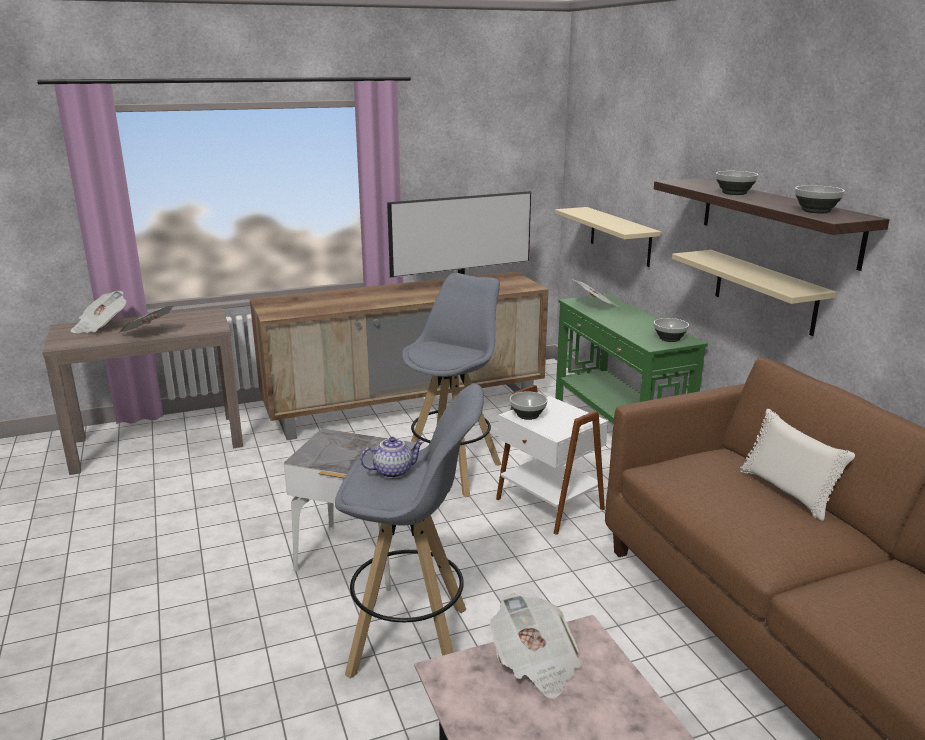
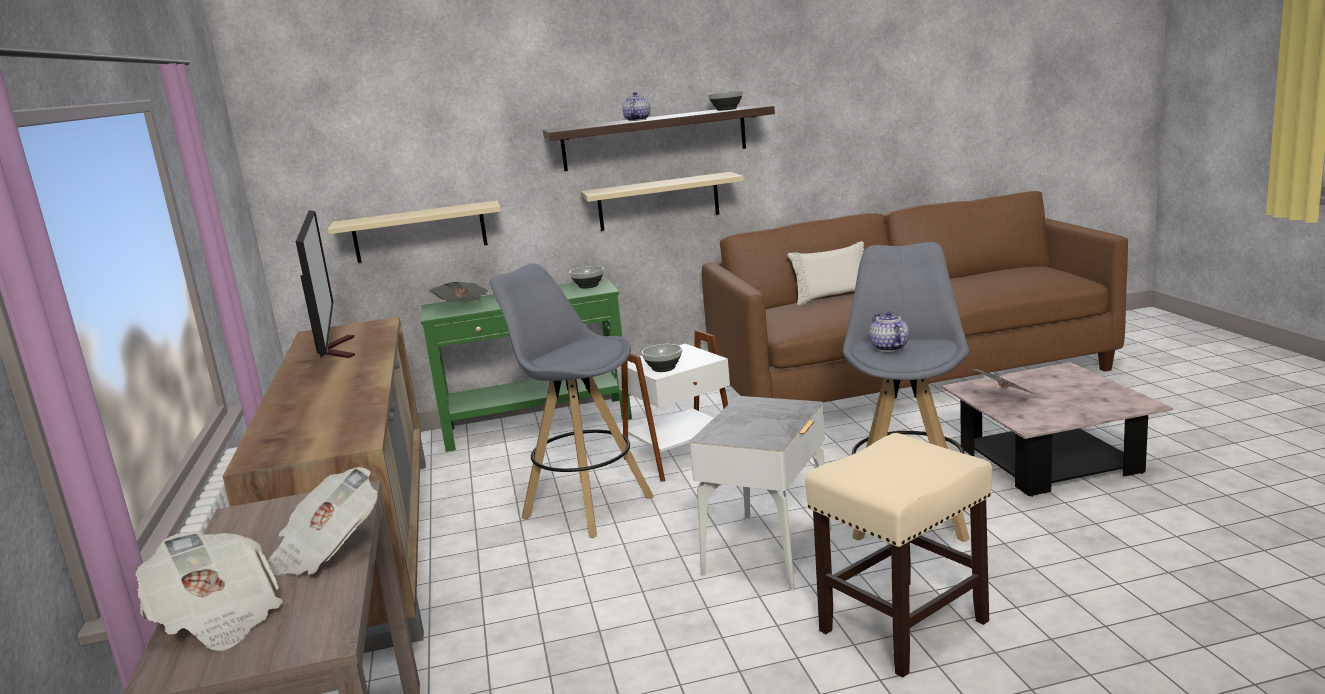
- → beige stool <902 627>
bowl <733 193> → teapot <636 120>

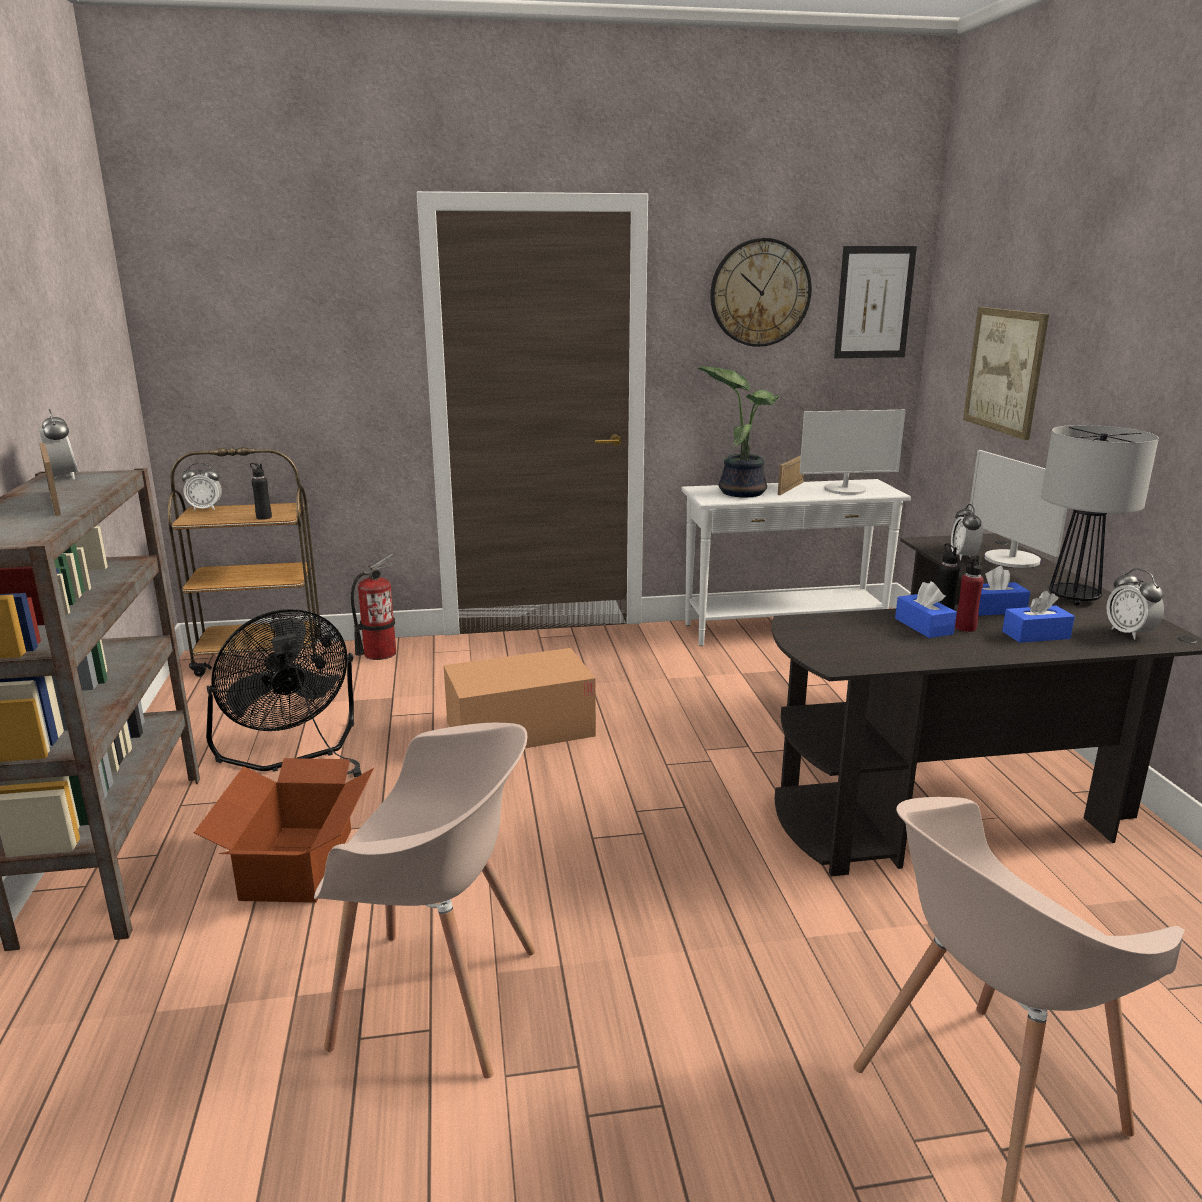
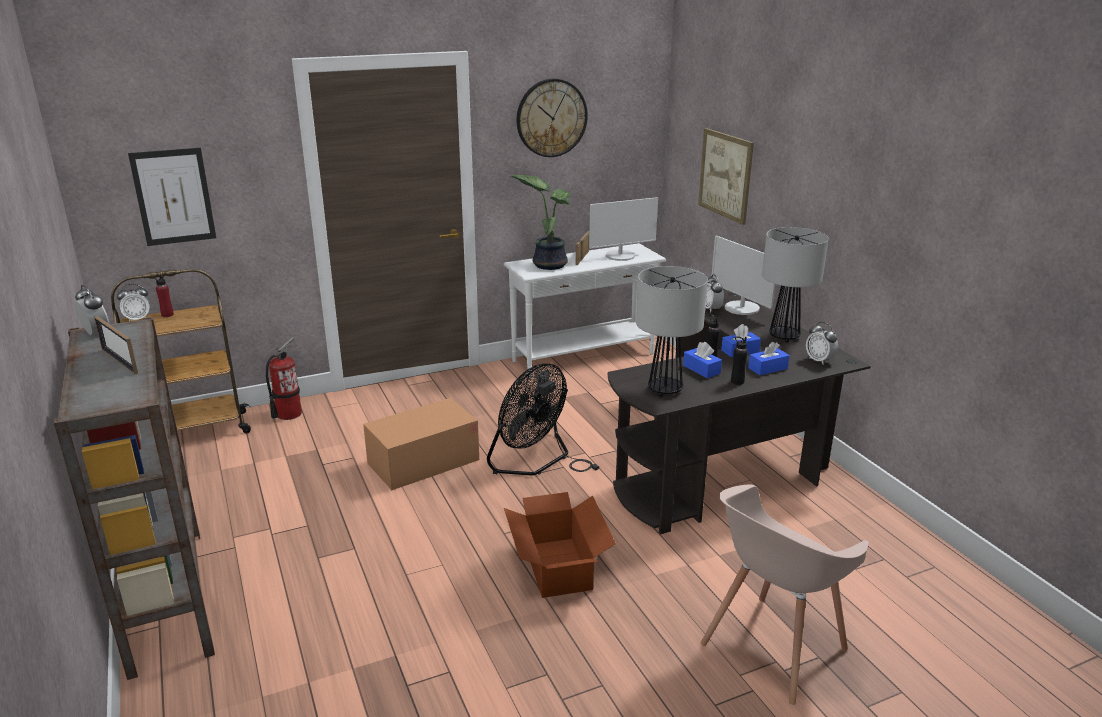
beige chair <439 1000> → -
- → table lamp <665 390>
cardboard box <296 864> → cardboard box <557 568>, move
black fan <301 752> → black fan <543 459>, move
black bottle <264 517> → black bottle <737 381>, move
picture <874 302> → picture <173 196>, move
red bottle <965 628> → red bottle <167 315>, move

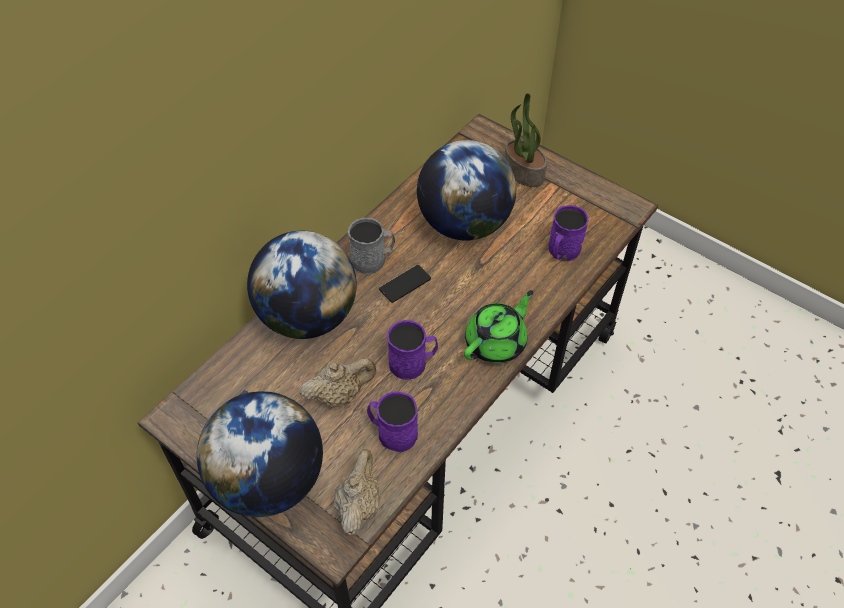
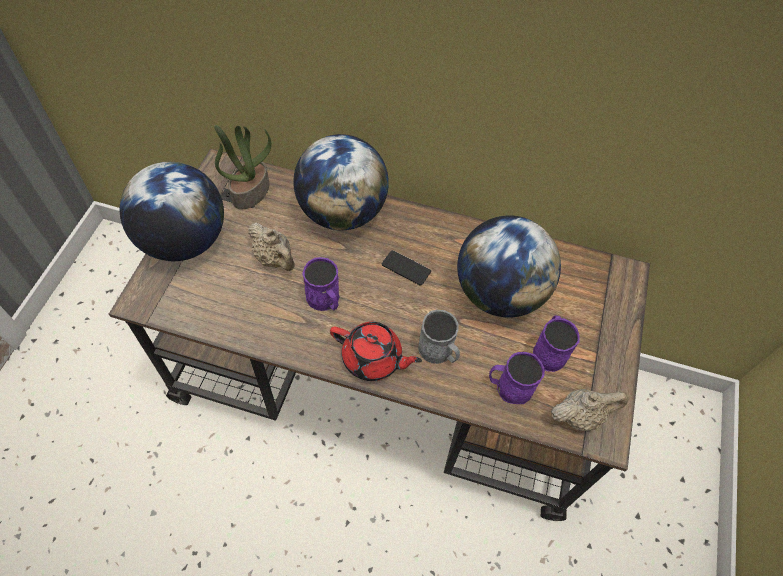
beige teapot <358 505> → beige teapot <580 416>, move
grey mug <373 259> → grey mug <439 351>, move
purple mug <392 432> → purple mug <549 350>, move
potted plant <522 172> → potted plant <250 191>, move
green teapot <496 342> → red teapot <373 359>

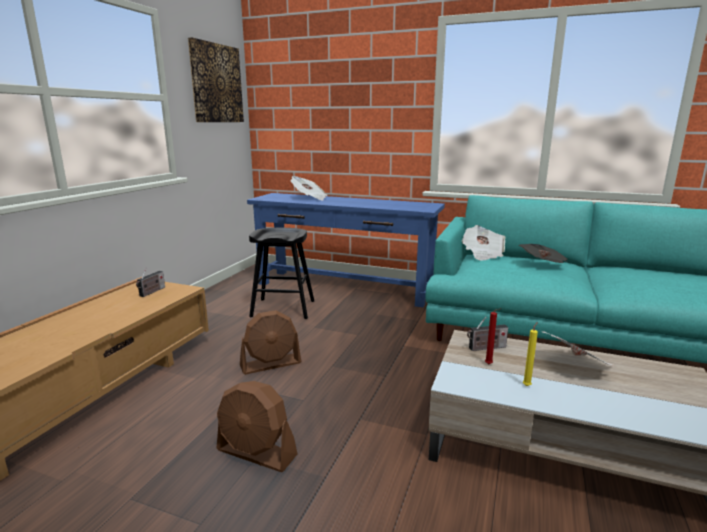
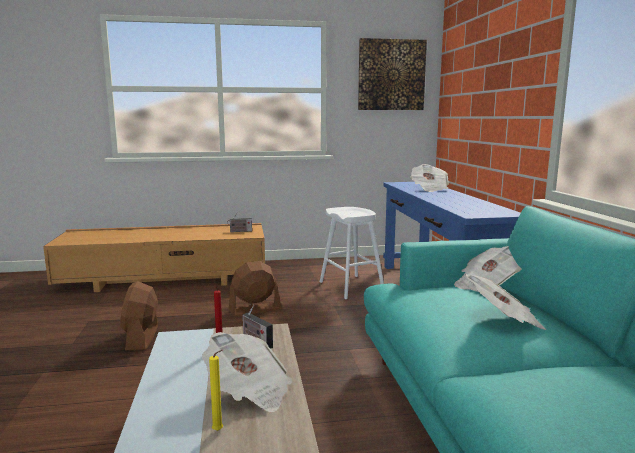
yellow candle <527 385> → yellow candle <219 431>, move
black stool <283 309> → white stool <351 286>
brown fan <271 364> → brown fan <254 309>, 120 degrees clockwise

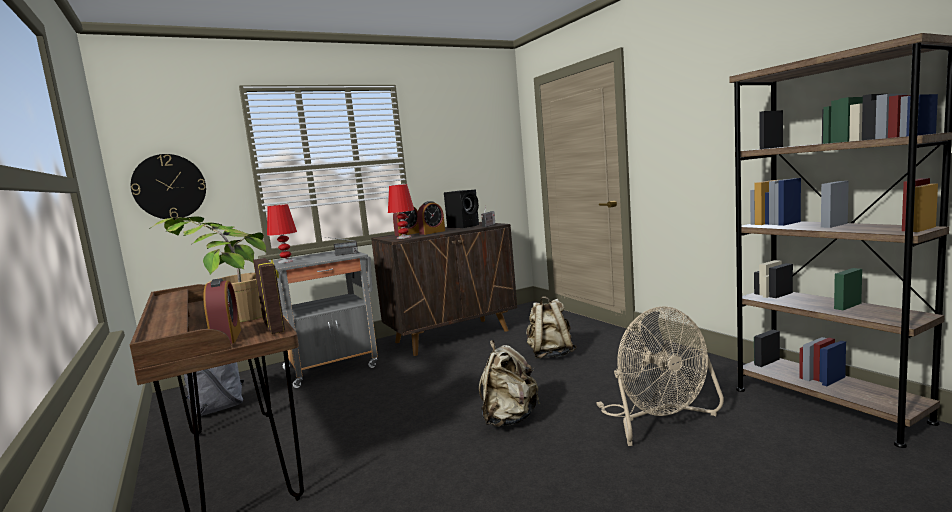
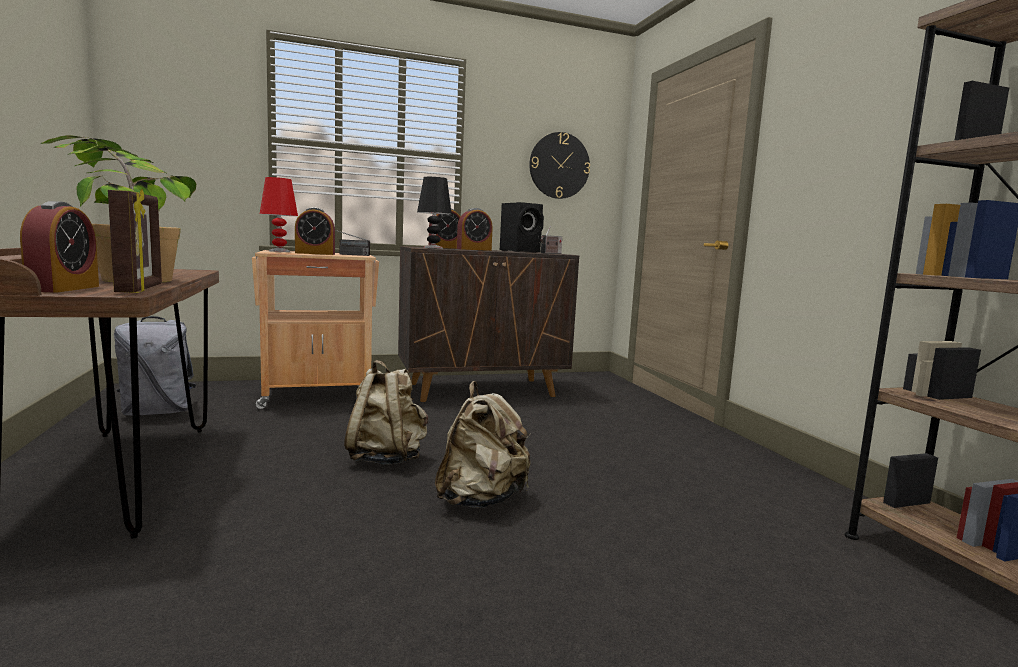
beige fan <654 421> → -
- → alarm clock <315 253>
wall clock <169 187> → wall clock <559 165>, move
beige backpack <550 354> → beige backpack <387 458>, move
grey cart <332 367> → brown cart <318 395>
red table lamp <404 237> → black table lamp <433 248>

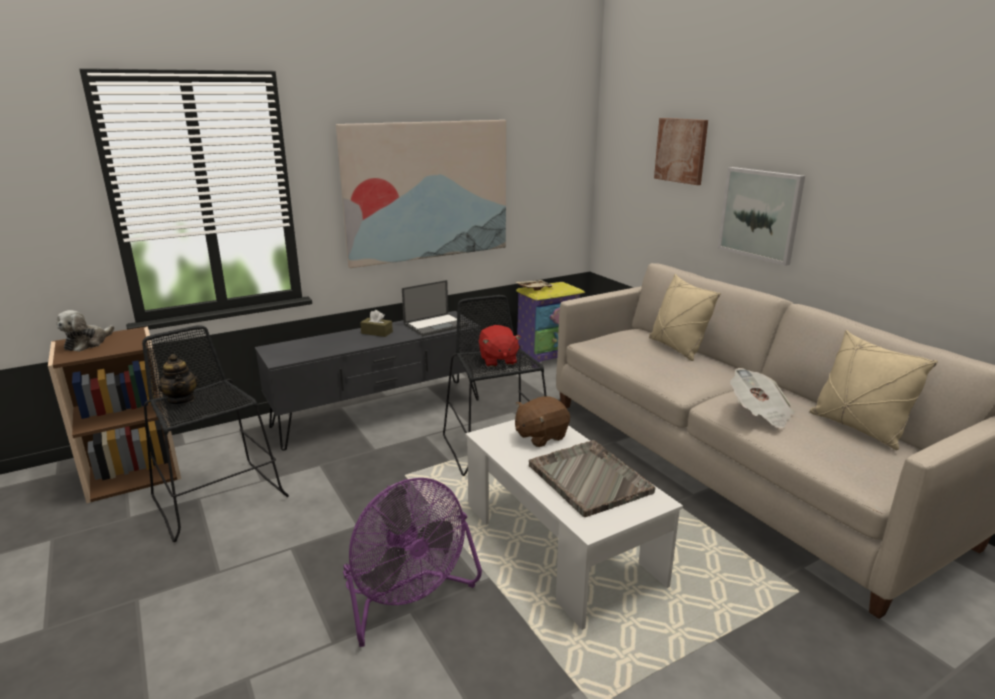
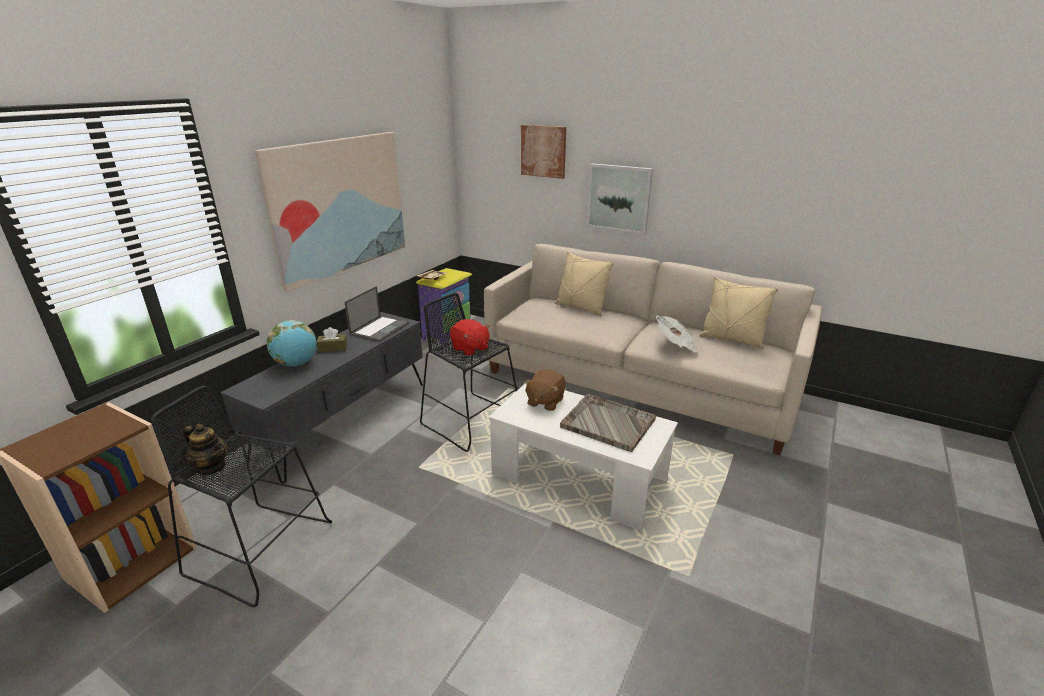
plush toy <87 343> → -
purple fan <402 600> → -
- → globe <296 364>

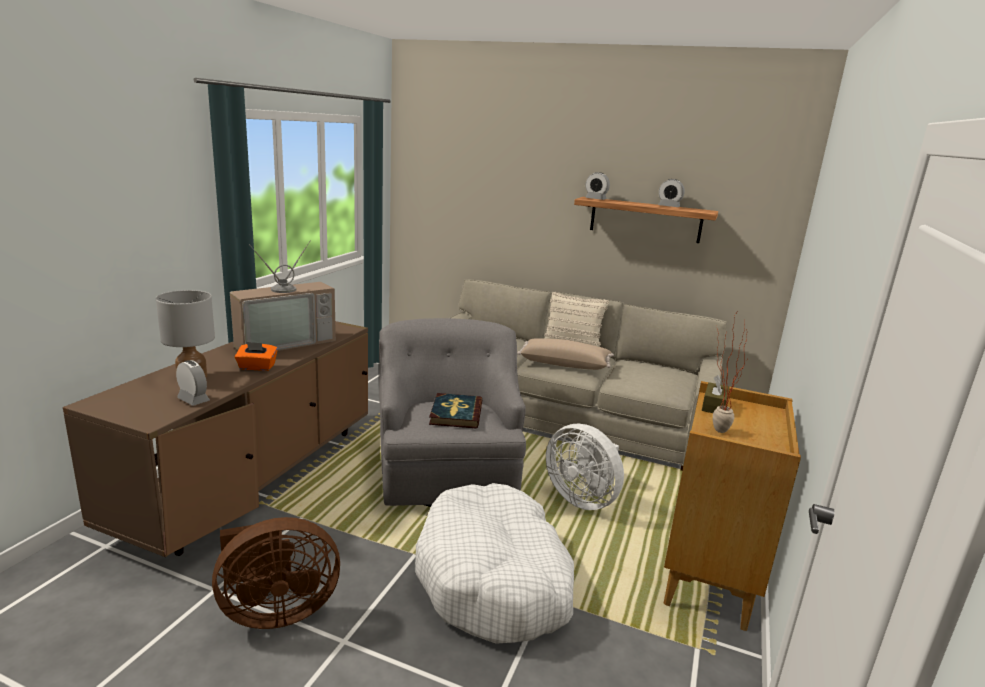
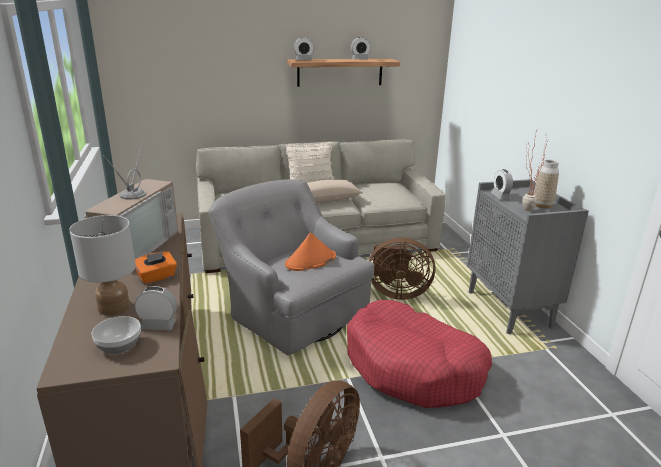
- → bowl <118 346>
- → vase <542 206>
book <455 413> → orange hat <310 261>
brown tissue box <714 406> → alarm clock <500 196>
white dog bed <494 579> → red dog bed <413 367>
white fan <582 498> → brown fan <396 293>
brown cabinet <708 579> → grey cabinet <509 309>

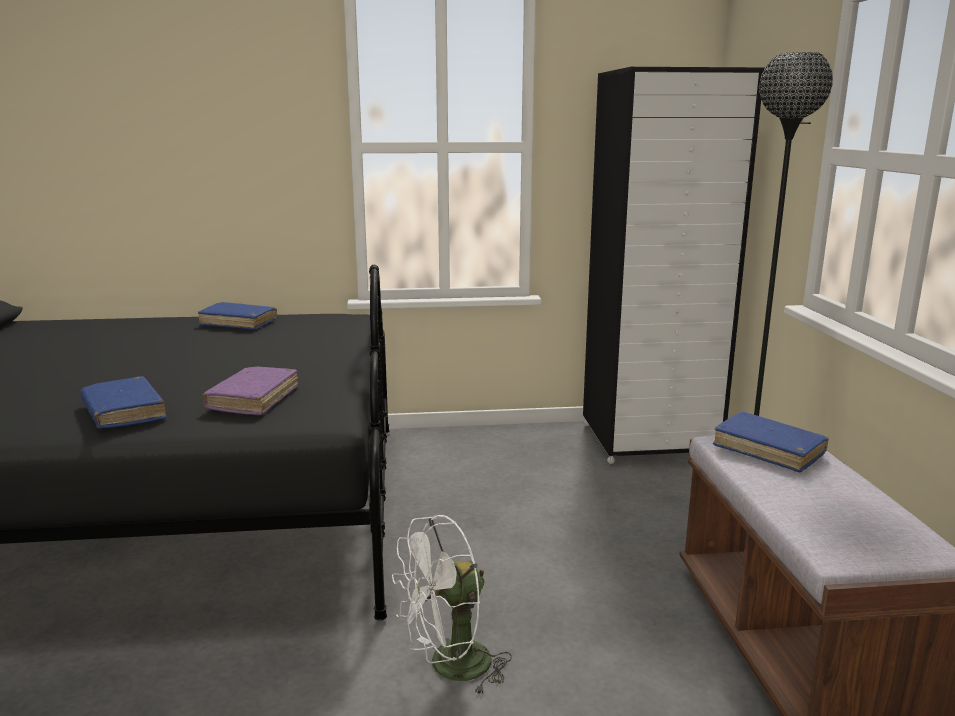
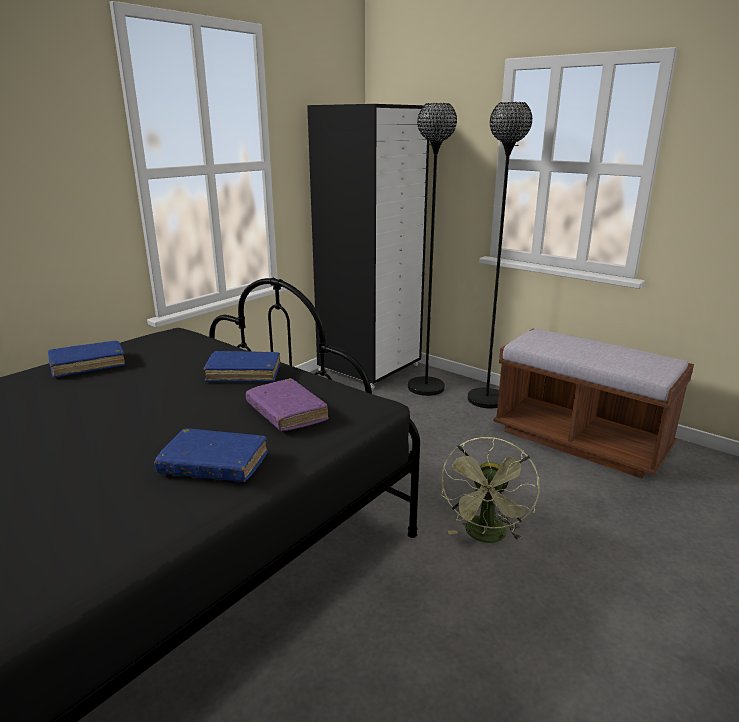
- → black floor lamp <426 388>
blue book <768 451> → blue book <244 373>, move
white fan <449 668> → green fan <486 537>

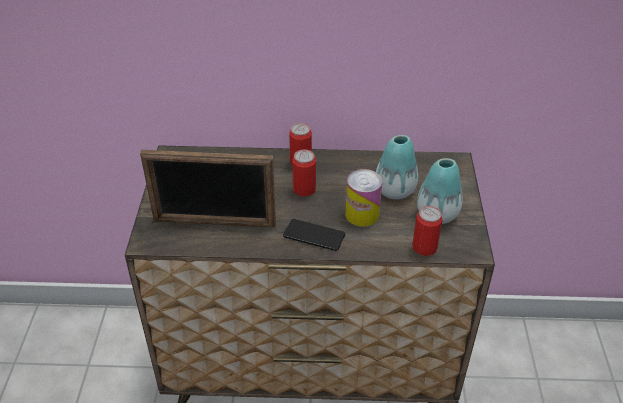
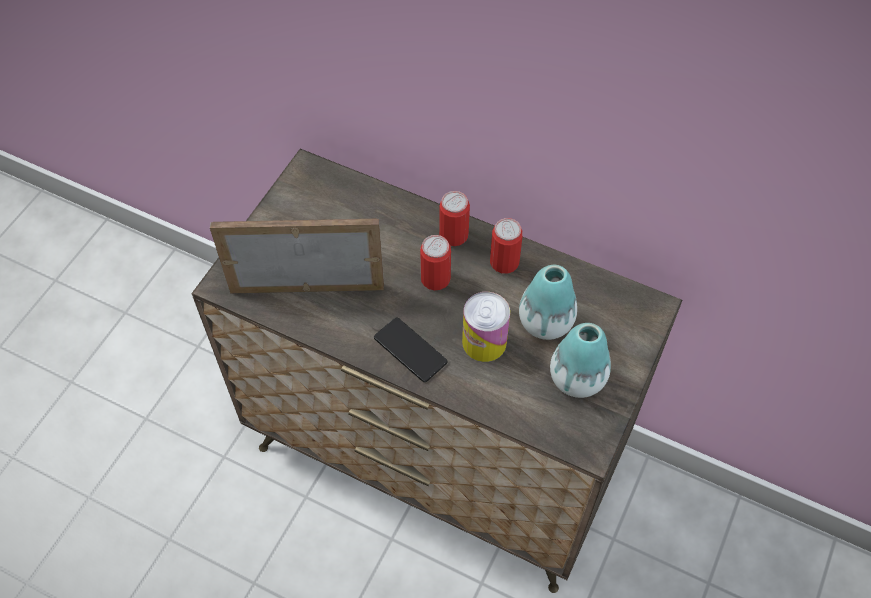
can <424 247> → can <504 262>, move
picture frame <214 223> → picture frame <307 288>, 150 degrees clockwise

